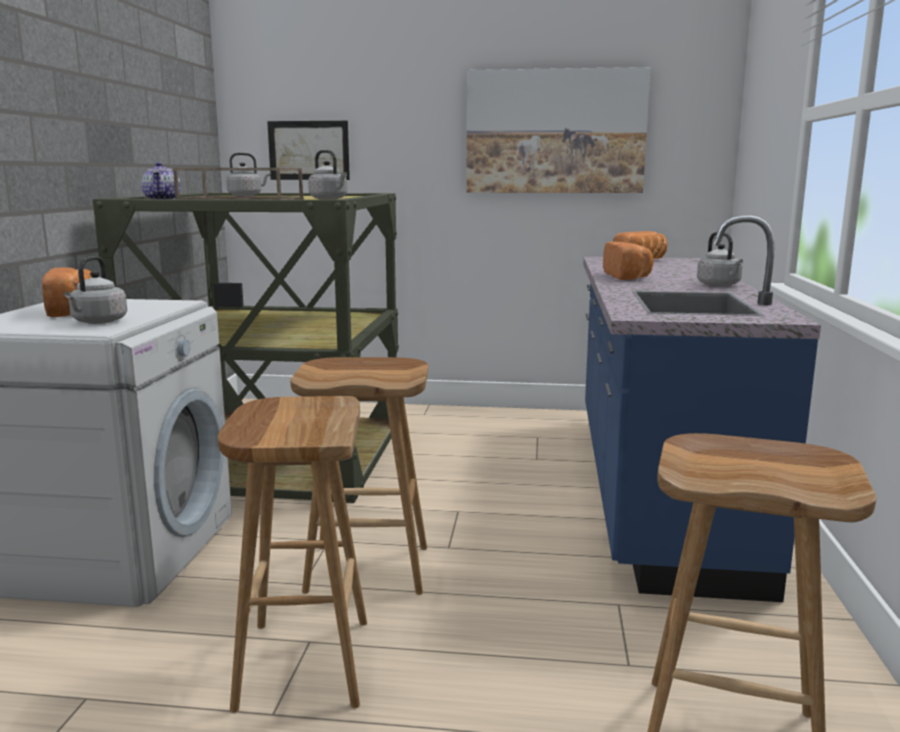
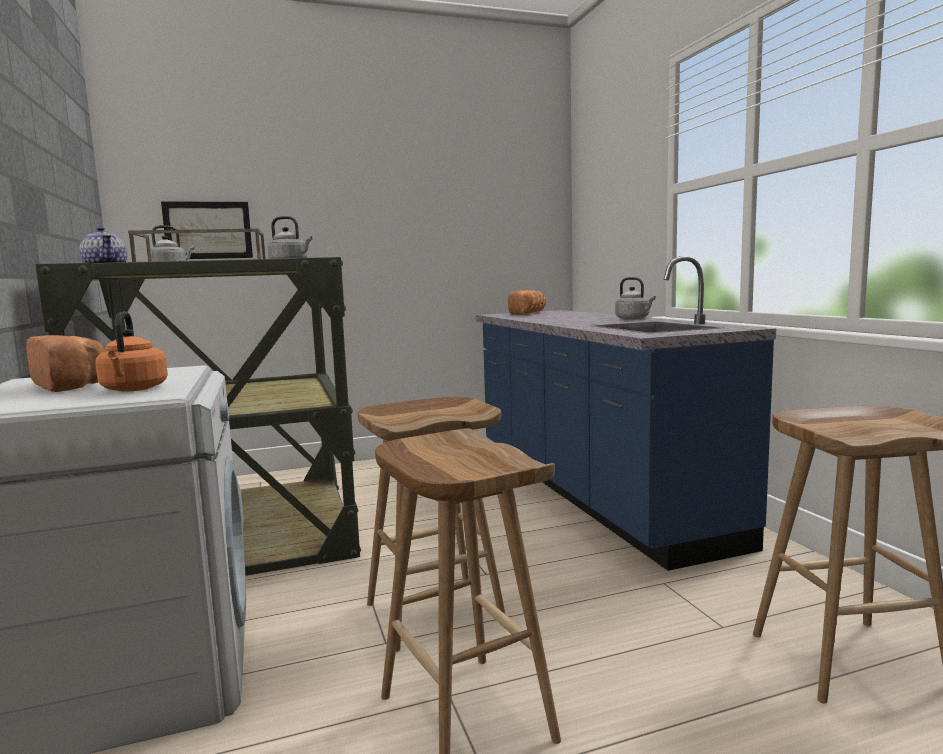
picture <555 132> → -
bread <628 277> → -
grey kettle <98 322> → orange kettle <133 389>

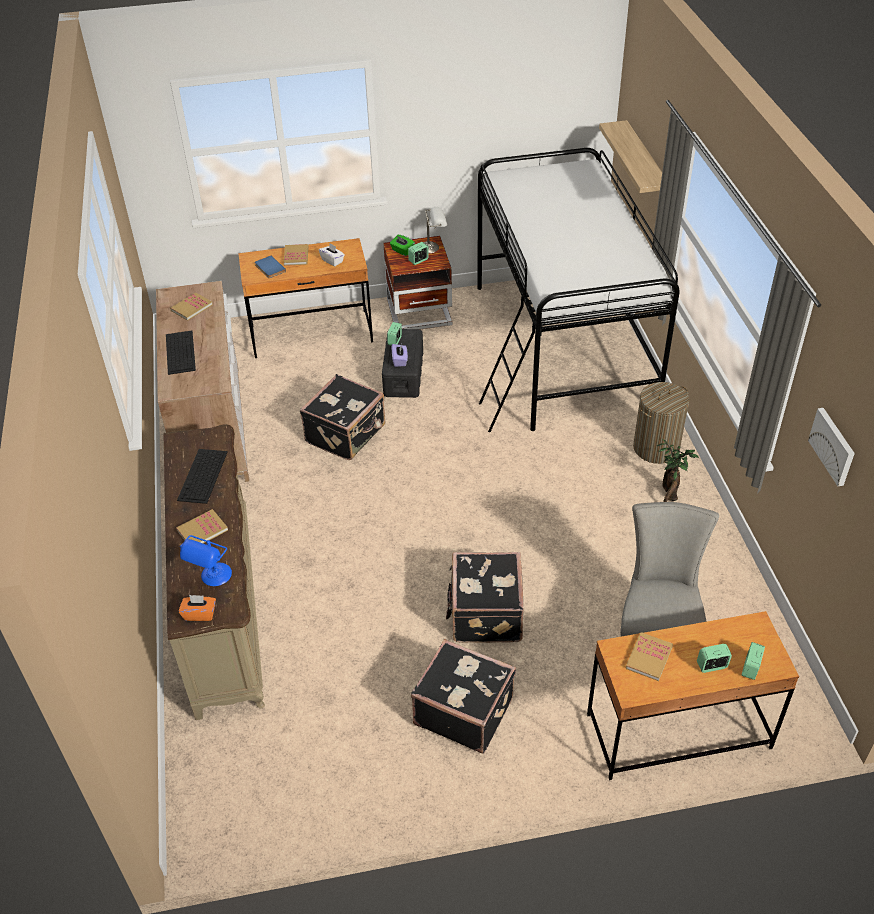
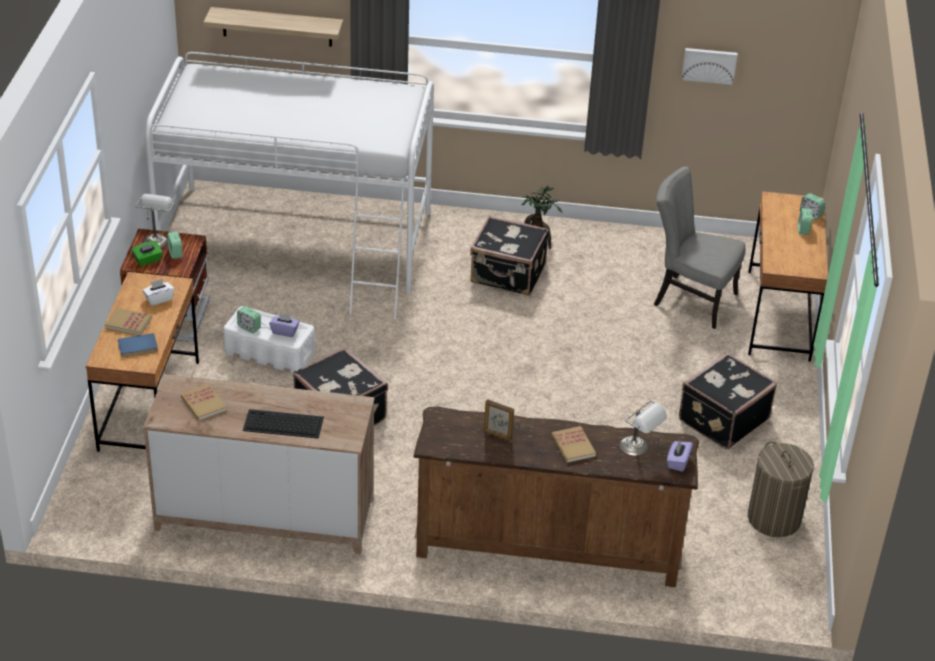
book <649 657> → -
black suitcase <484 614> → black suitcase <508 275>, move
laundry basket <656 448> → laundry basket <773 518>, move
keyboard <203 476> → picture frame <497 435>
orange tissue box <200 614> → purple tissue box <678 462>
blue table lamp <213 579> → white table lamp <639 448>
black storage box <403 374> → white storage box <270 353>
black bed <560 348> → white bed <299 241>

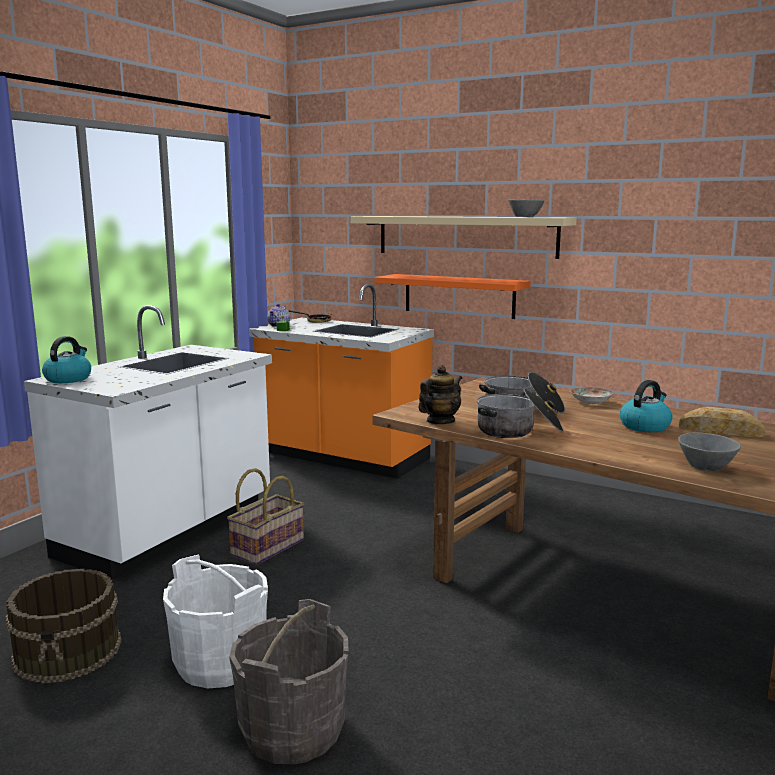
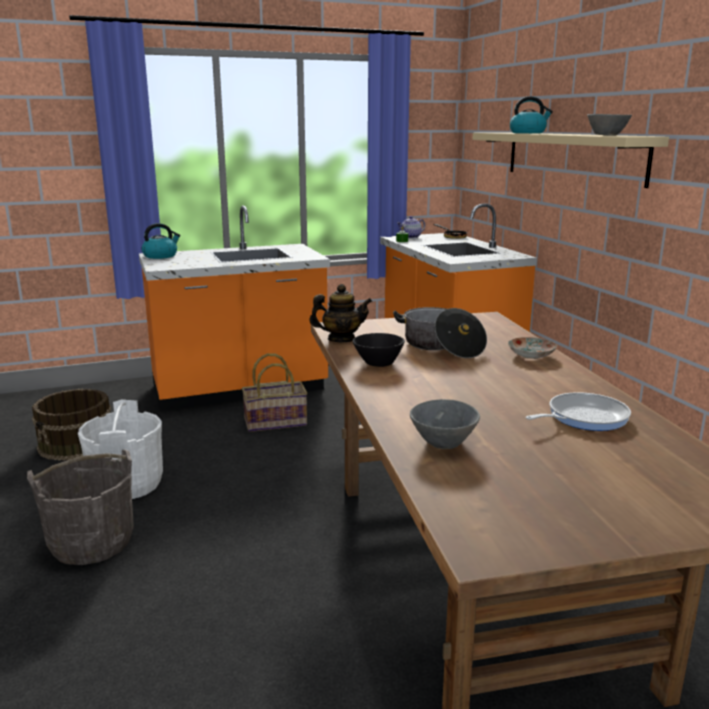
orange shelf <459 296> → -
kettle <645 426> → kettle <528 133>, move
cooking pot <518 431> → black bowl <379 362>
bread <720 430> → frying pan <583 417>
white counter <170 530> → orange counter <240 390>

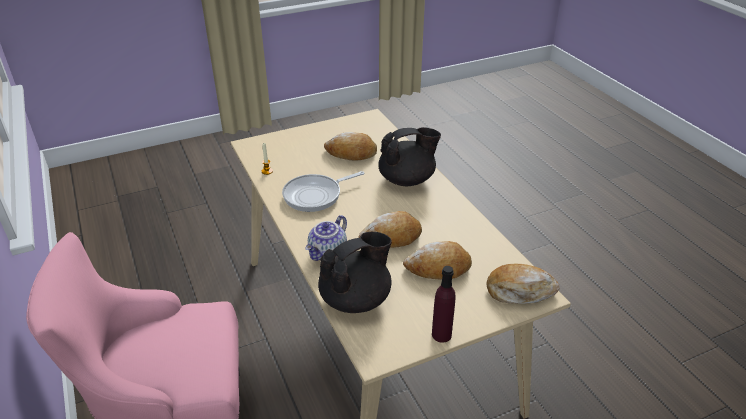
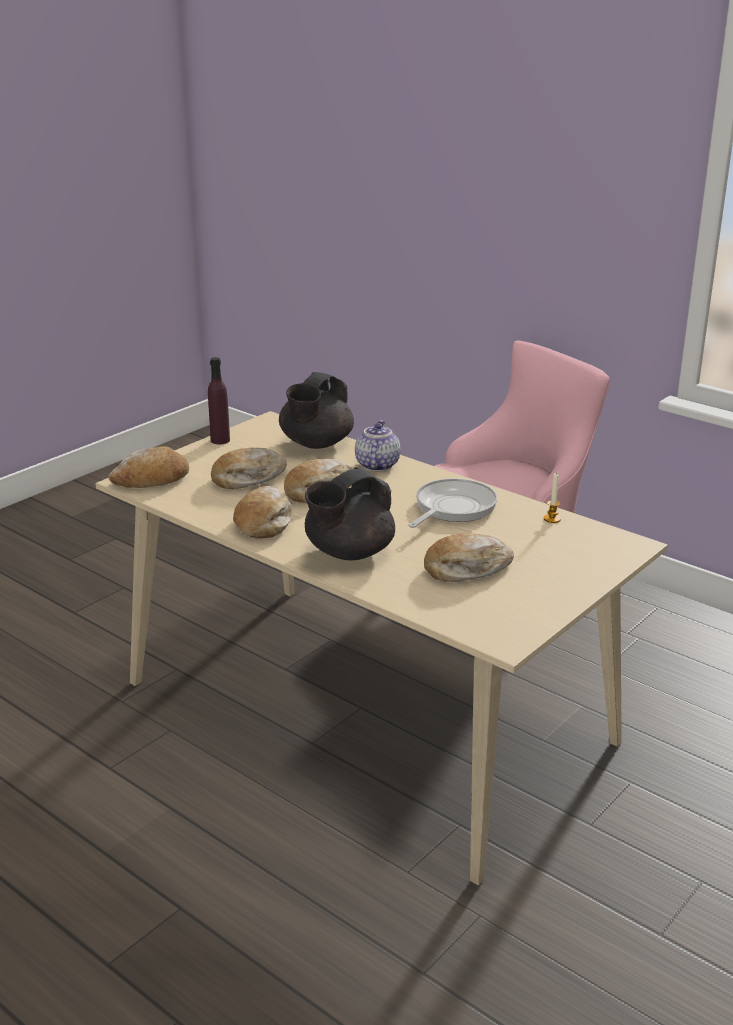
- → bread <264 522>

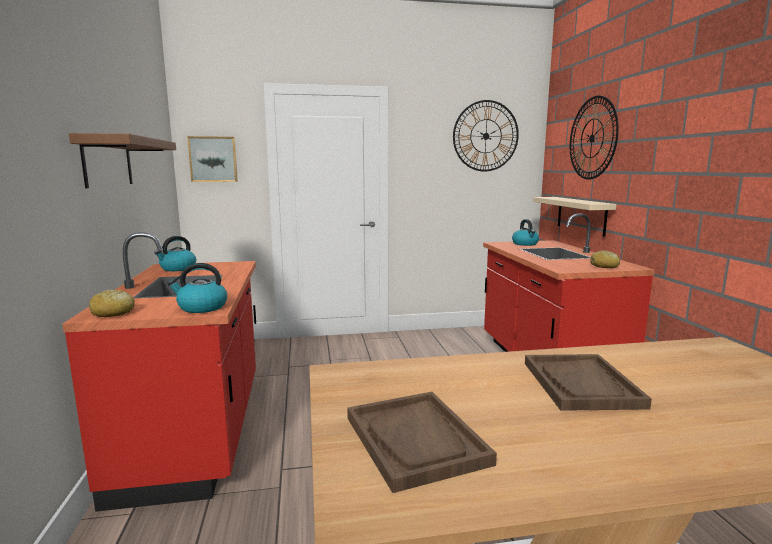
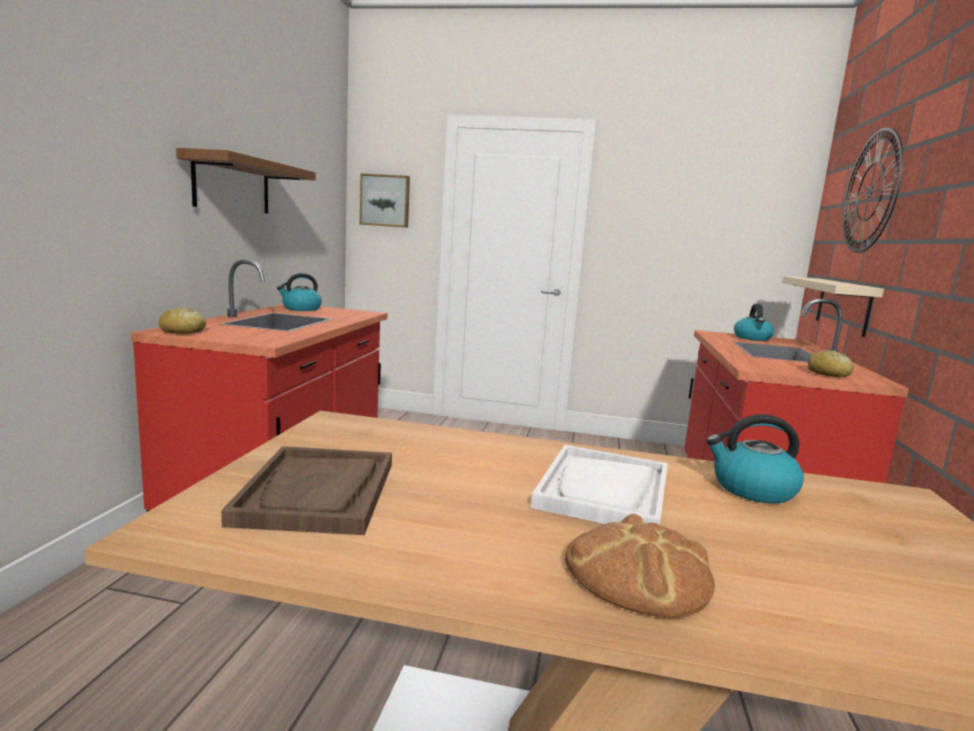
wall clock <485 136> → -
- → bread <637 573>
kettle <201 307> → kettle <752 489>, move
brown tray <581 384> → white tray <604 490>

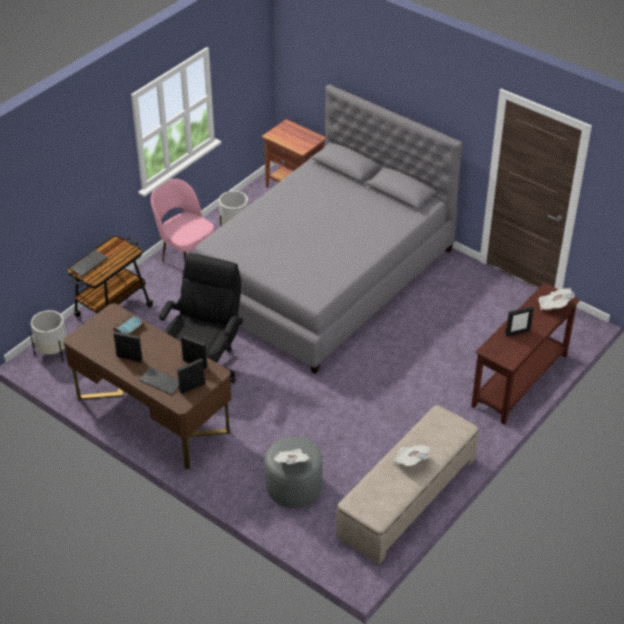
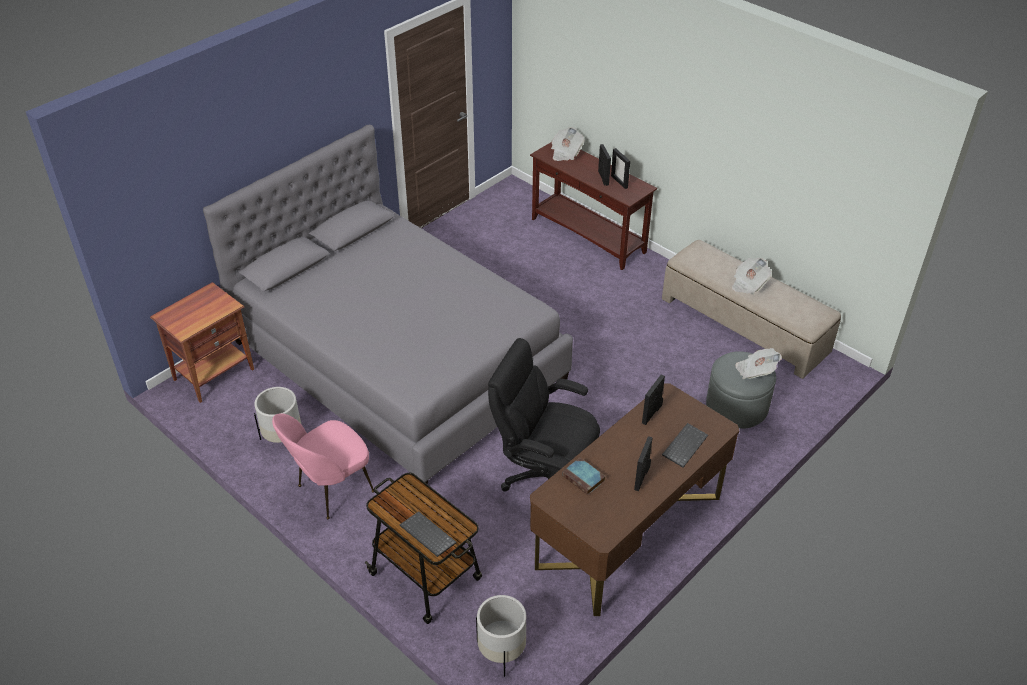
picture frame <192 388> → picture frame <619 181>, move

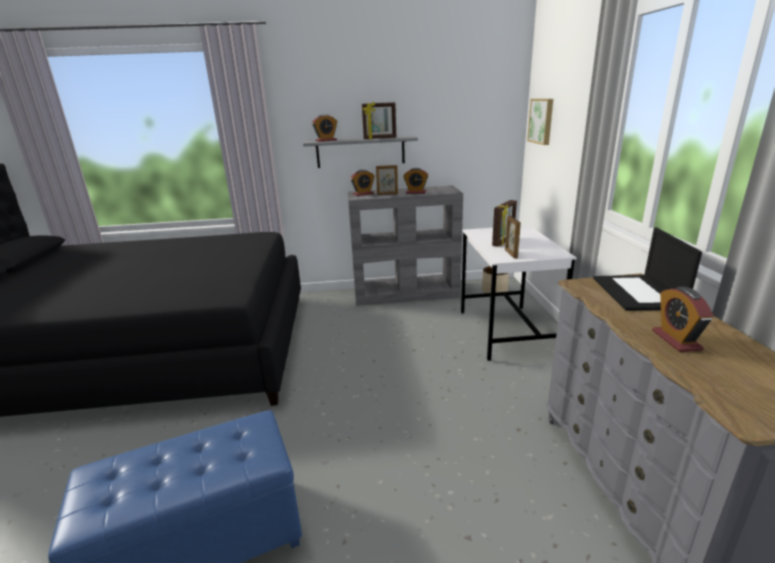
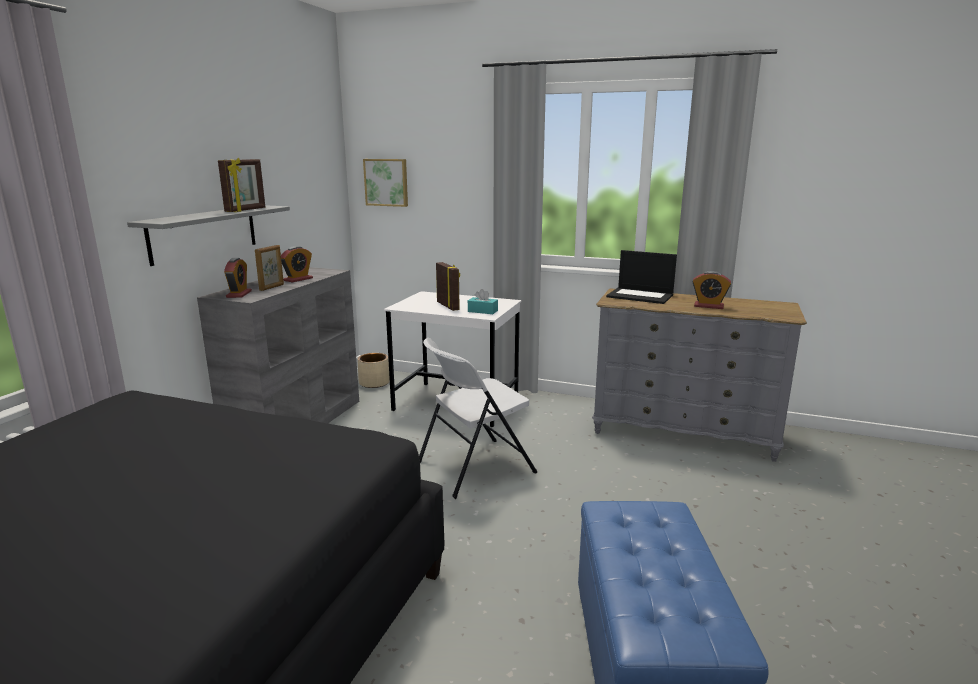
alarm clock <326 140> → -
- → white chair <475 467>
picture frame <510 254> → turquoise tissue box <482 311>

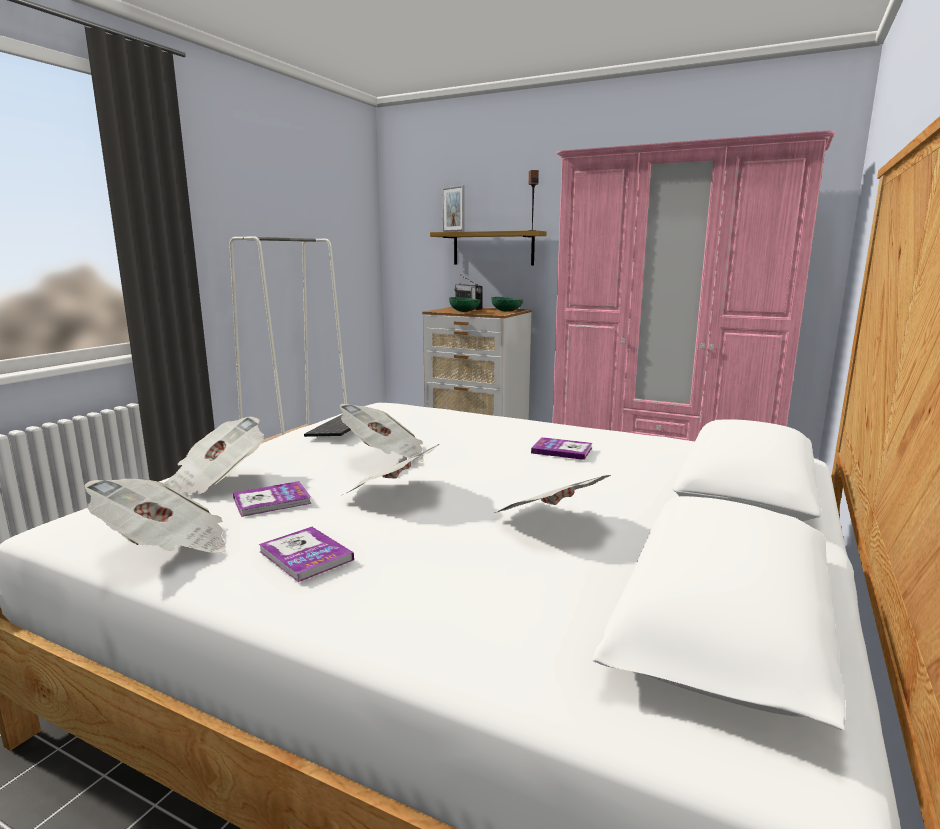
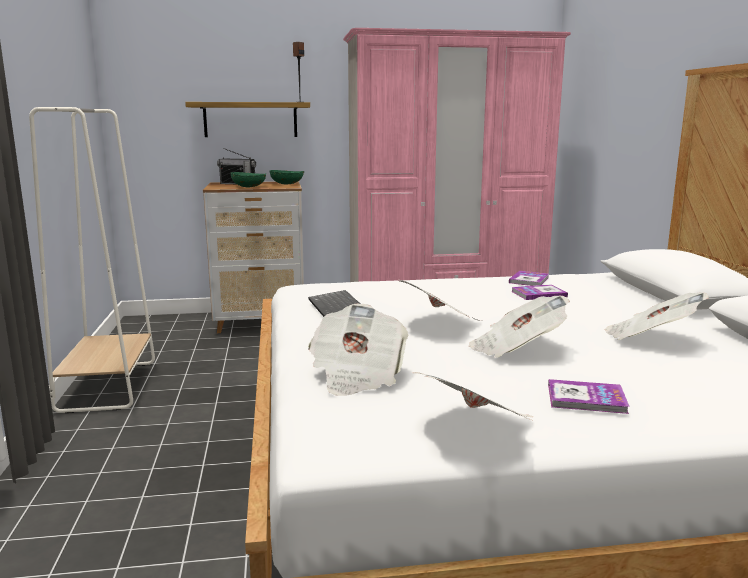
picture frame <453 231> → -
book <272 501> → book <529 280>, move

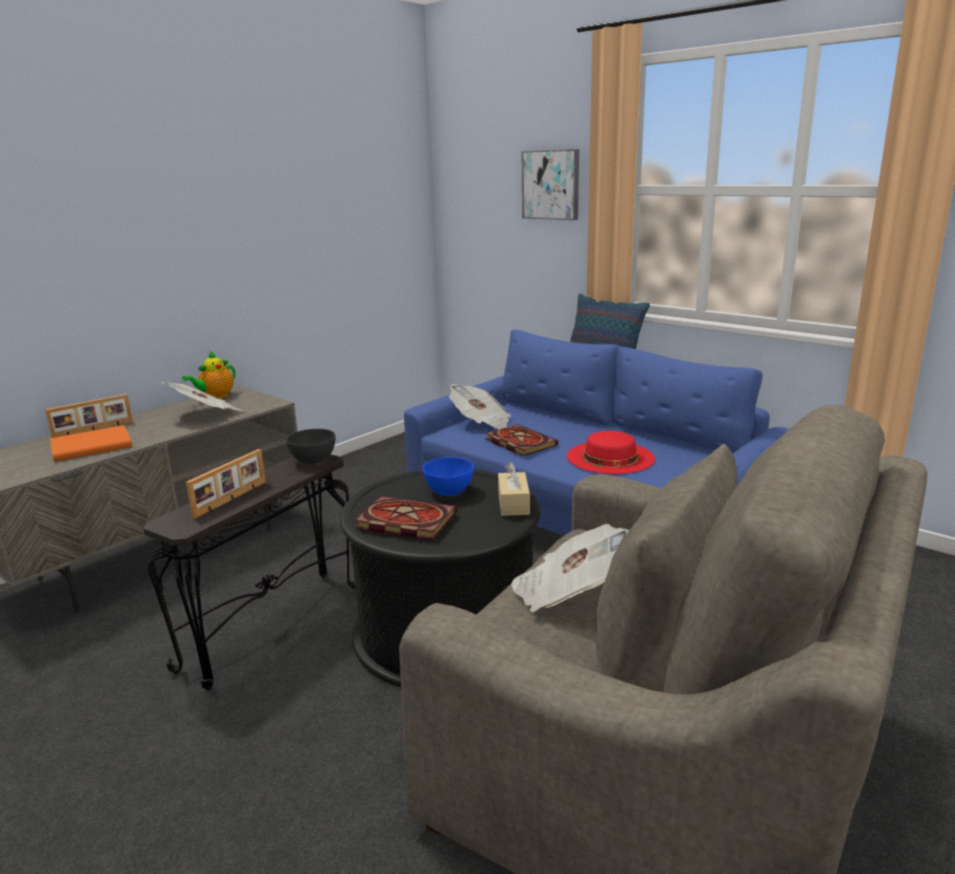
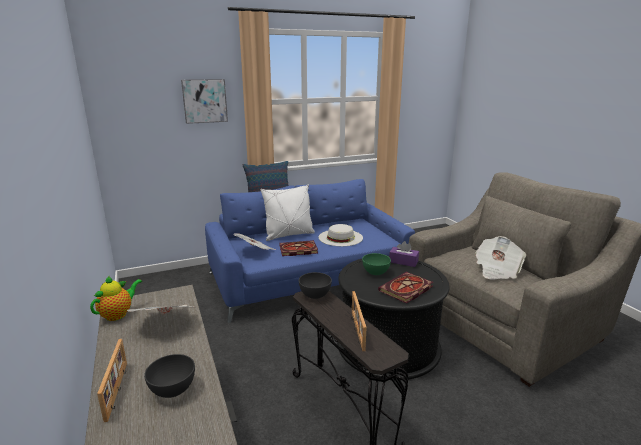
- → white pillow <289 235>
orange book <94 446> → grey bowl <173 389>
blue bowl <448 492> → green bowl <375 273>
beige tissue box <513 503> → purple tissue box <403 261>
red hat <610 457> → white hat <340 237>
teapot <215 396> → teapot <118 314>, 120 degrees counterclockwise
picture frame <232 499> → picture frame <356 330>, 150 degrees counterclockwise

